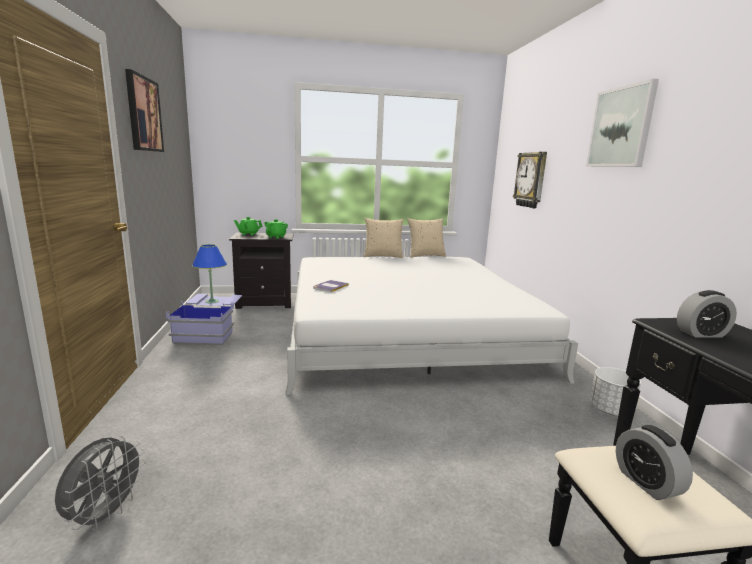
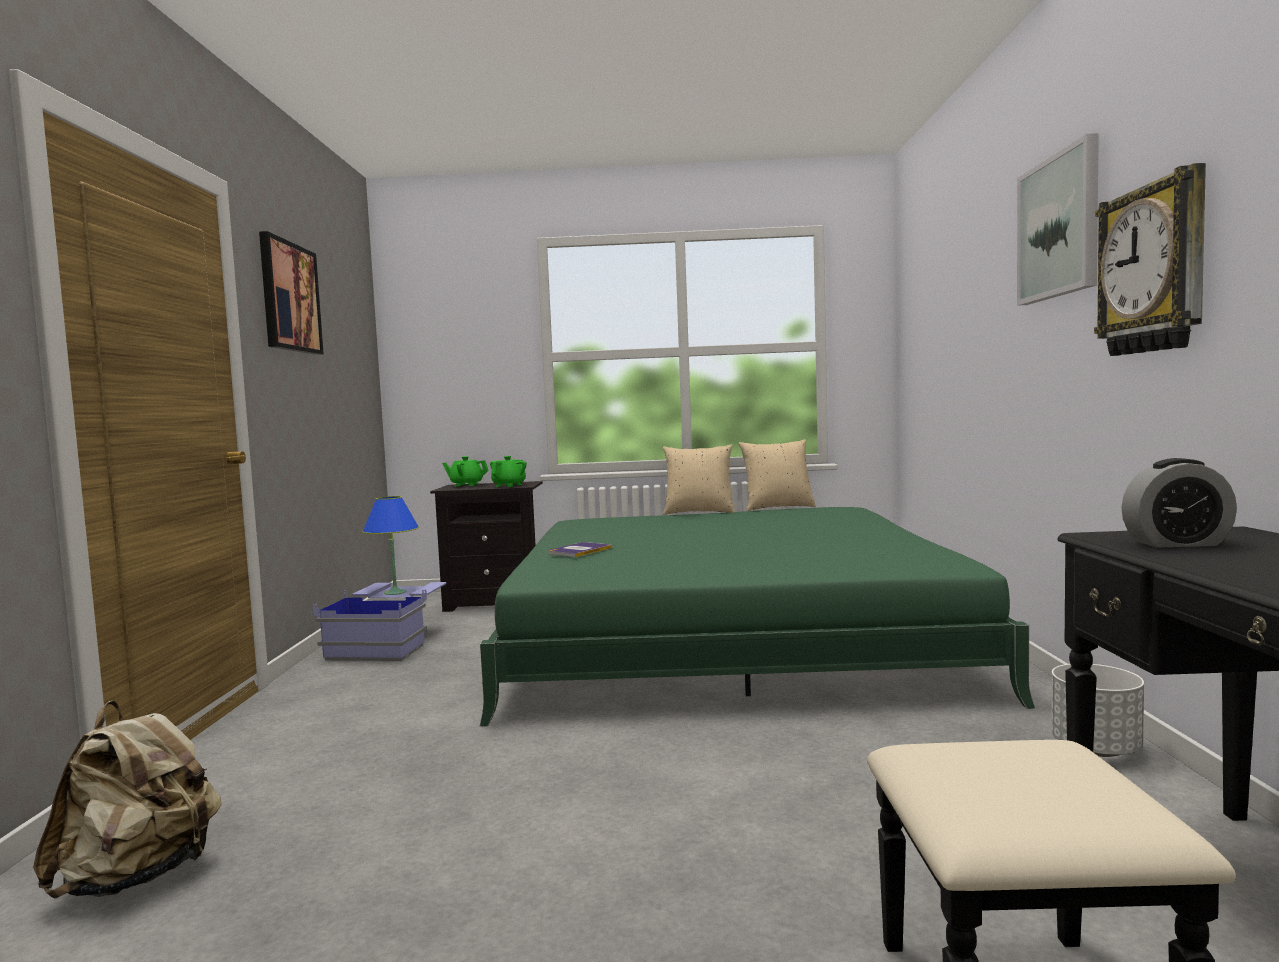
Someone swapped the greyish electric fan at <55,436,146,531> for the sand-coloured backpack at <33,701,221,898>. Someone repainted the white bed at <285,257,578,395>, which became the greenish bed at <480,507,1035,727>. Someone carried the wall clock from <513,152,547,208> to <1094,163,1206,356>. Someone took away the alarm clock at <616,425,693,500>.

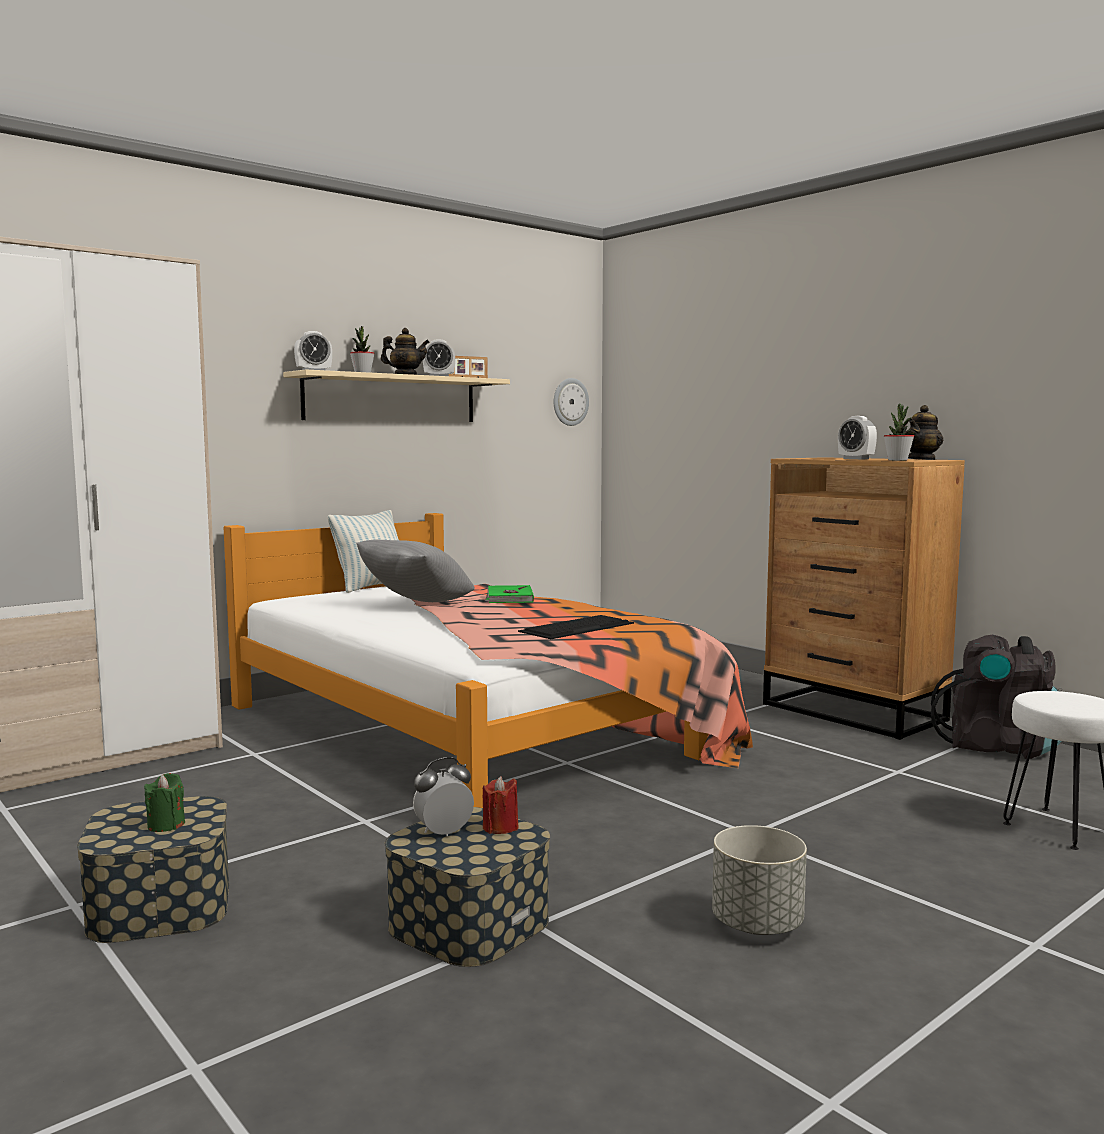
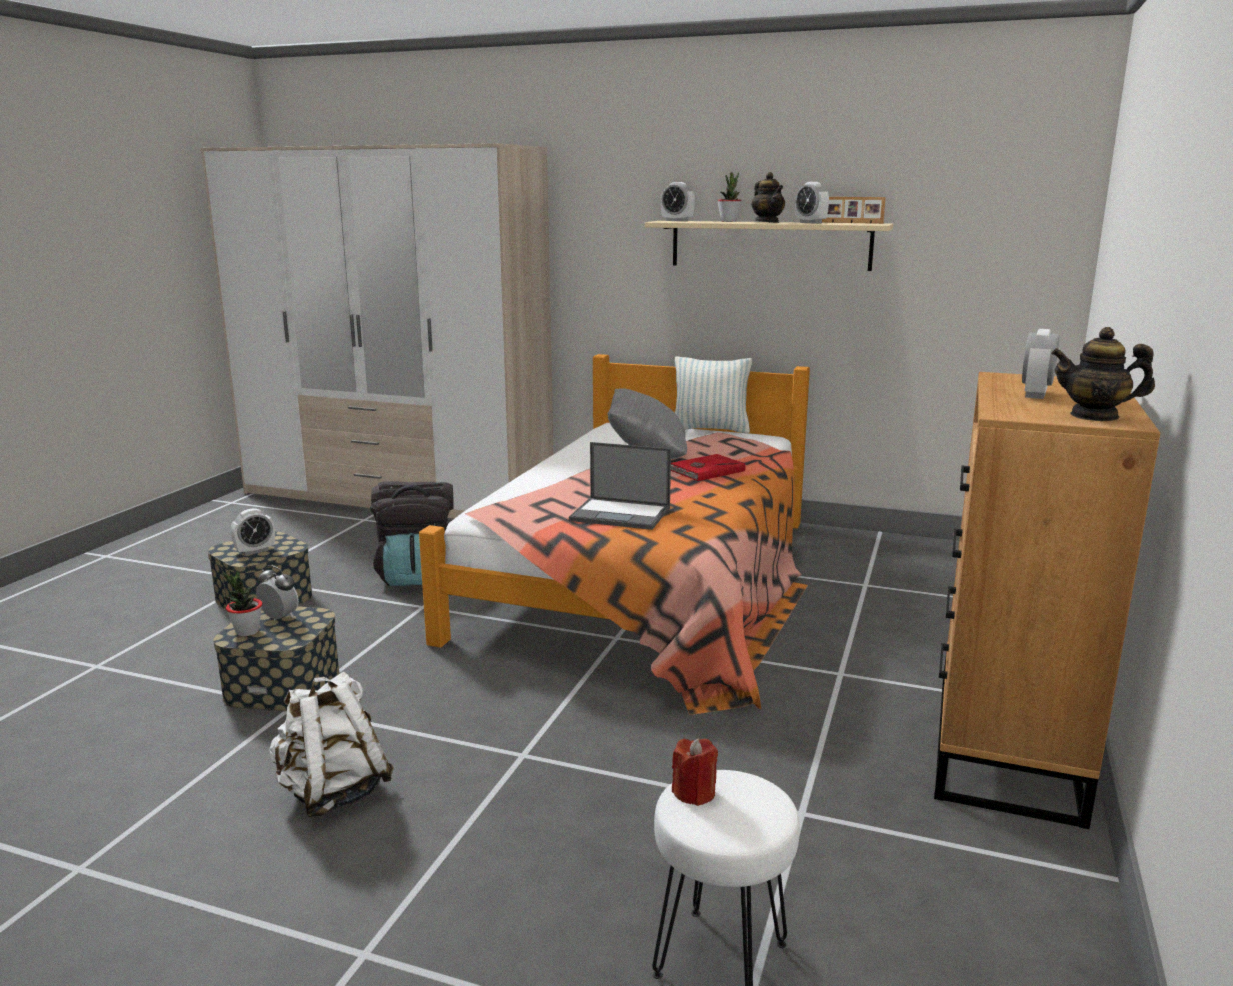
Someone swapped the greenish wax candle at <144,773,185,832> for the alarm clock at <231,508,275,555>. Someone carried the red wax candle from <482,776,519,834> to <672,739,718,806>. Someone repainted the greenish volume at <485,585,534,603>, which became the red volume at <671,454,746,481>. Someone swapped the computer keyboard at <518,615,634,639> for the laptop at <569,442,671,530>. Someone took away the wall clock at <554,378,589,426>. Someone swapped the greyish flower pot at <712,825,807,935> for the white backpack at <269,672,394,817>. Someone carried the potted plant from <884,404,914,461> to <223,571,262,637>. Someone carried the black backpack from <931,635,1062,759> to <370,481,454,586>.

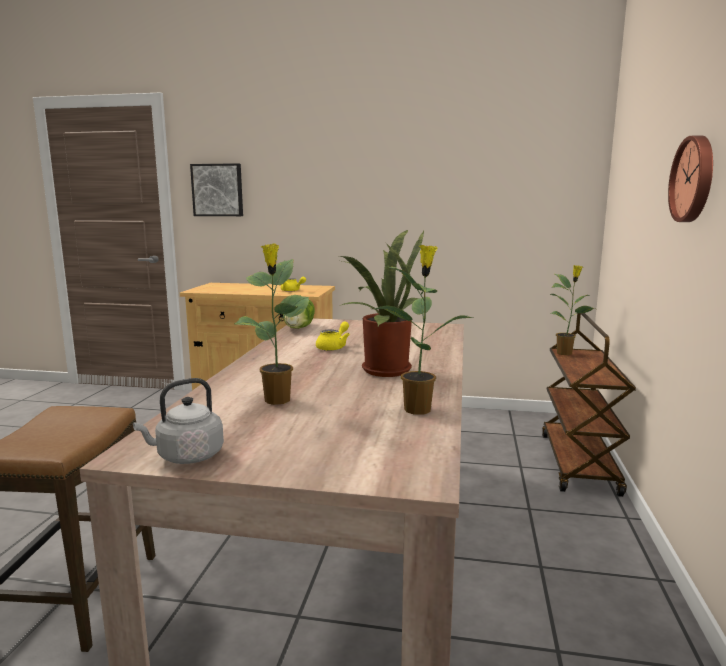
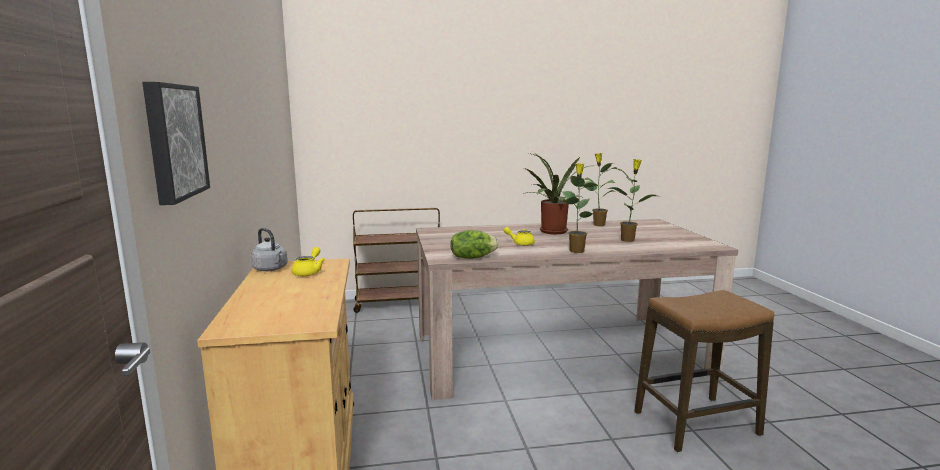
Someone carried the greyish water kettle from <133,378,224,464> to <251,228,288,271>. Someone carried the potted plant from <549,265,595,355> to <562,163,600,253>. Someone took away the wall clock at <668,135,713,222>.

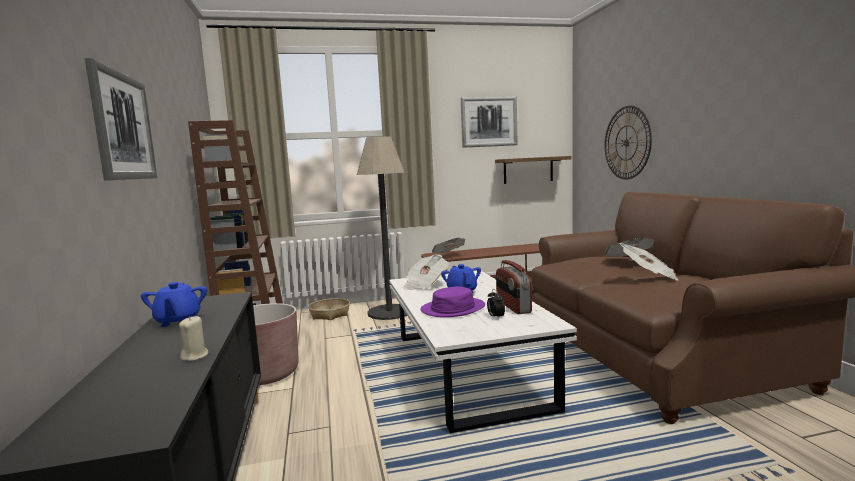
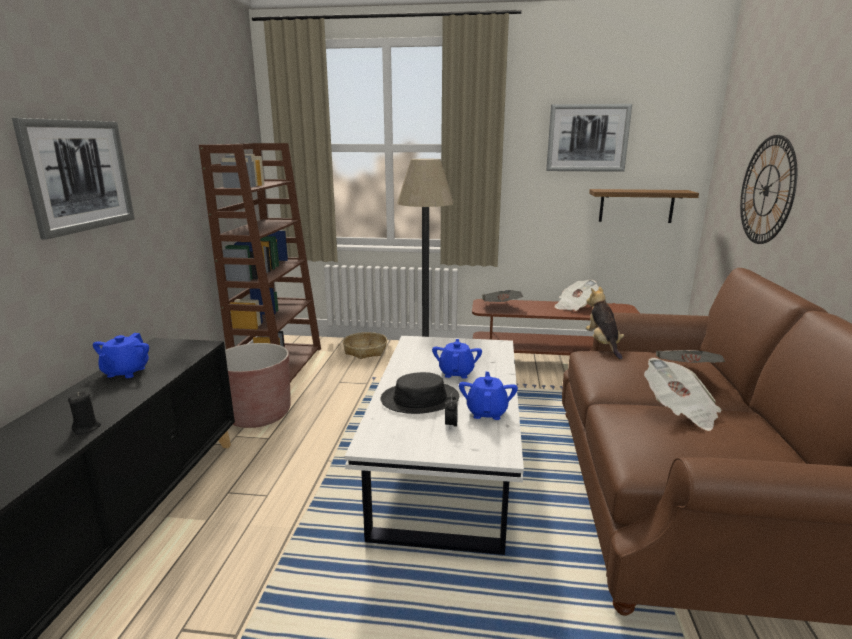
Someone repainted the sand-coloured wax candle at <179,316,209,361>, which became the black wax candle at <68,391,101,434>. Someone carried the printed paper from <403,254,449,290> to <554,280,599,311>. Someone repainted the purple hat at <420,287,485,317>, which became the black hat at <381,372,459,414>. Someone swapped the radio set at <496,260,532,314> for the bluish tea pot at <459,372,518,420>. Someone put down the soft toy at <586,286,624,360>.

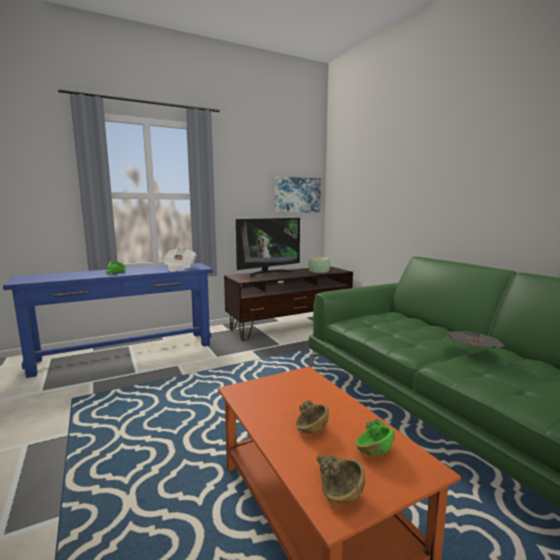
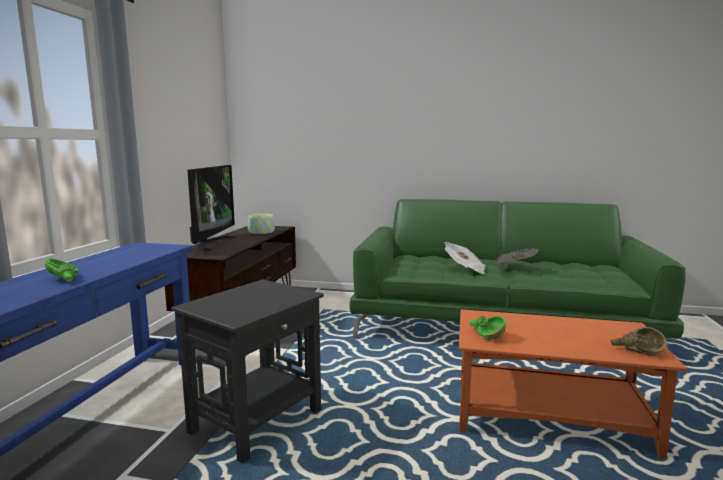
Someone carried the printed paper from <163,247,196,271> to <445,242,486,274>. Someone took away the wall art at <275,177,321,213>. Someone took away the brown deep dish at <296,400,329,434>. Someone carried the greenish deep dish from <356,419,395,456> to <470,316,506,340>. Someone put down the black side table at <171,279,324,464>.

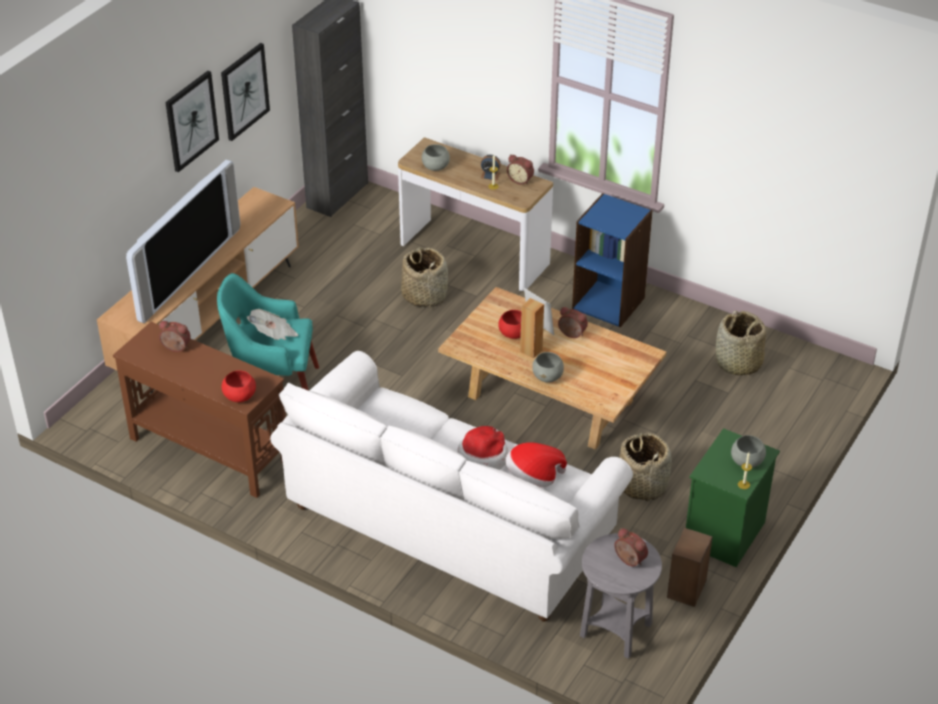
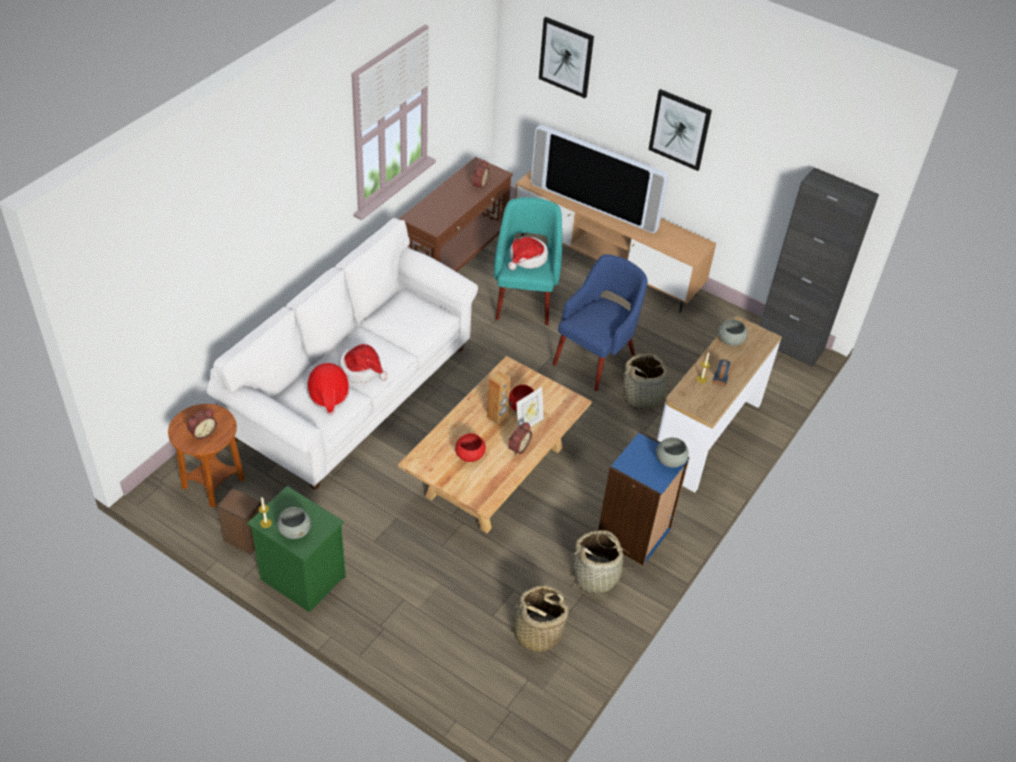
Someone carried the wall art from <221,43,270,141> to <539,17,594,98>. Someone carried the red deep dish from <222,371,256,402> to <455,433,486,462>. Someone swapped the printed paper at <247,309,298,340> for the hat at <508,237,548,270>. Someone took away the alarm clock at <507,155,534,185>. Someone carried the greyish deep dish from <532,352,564,383> to <656,437,689,468>. Someone repainted the greyish side table at <580,533,662,659>, which became the brown side table at <168,404,245,508>. Someone carried the basket from <619,432,672,502> to <567,530,632,594>. Someone put down the bluish lounge chair at <553,254,648,391>.

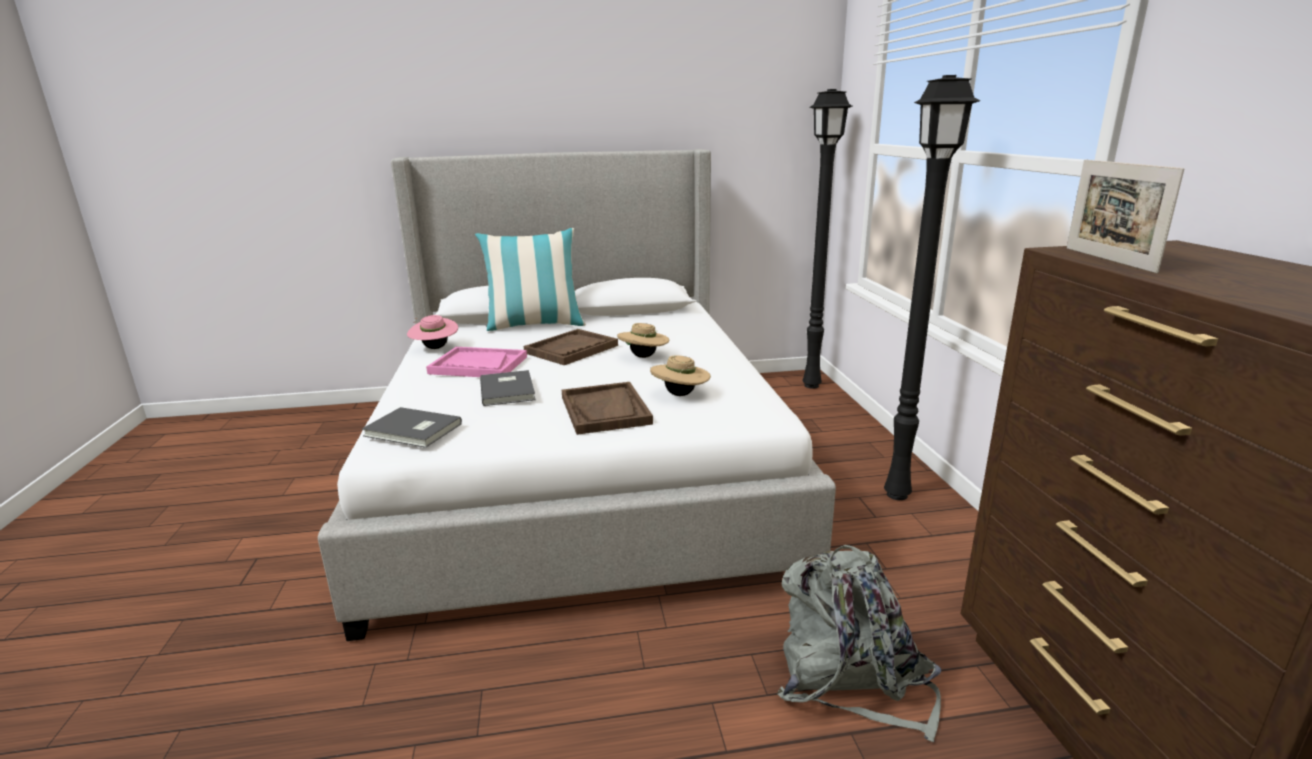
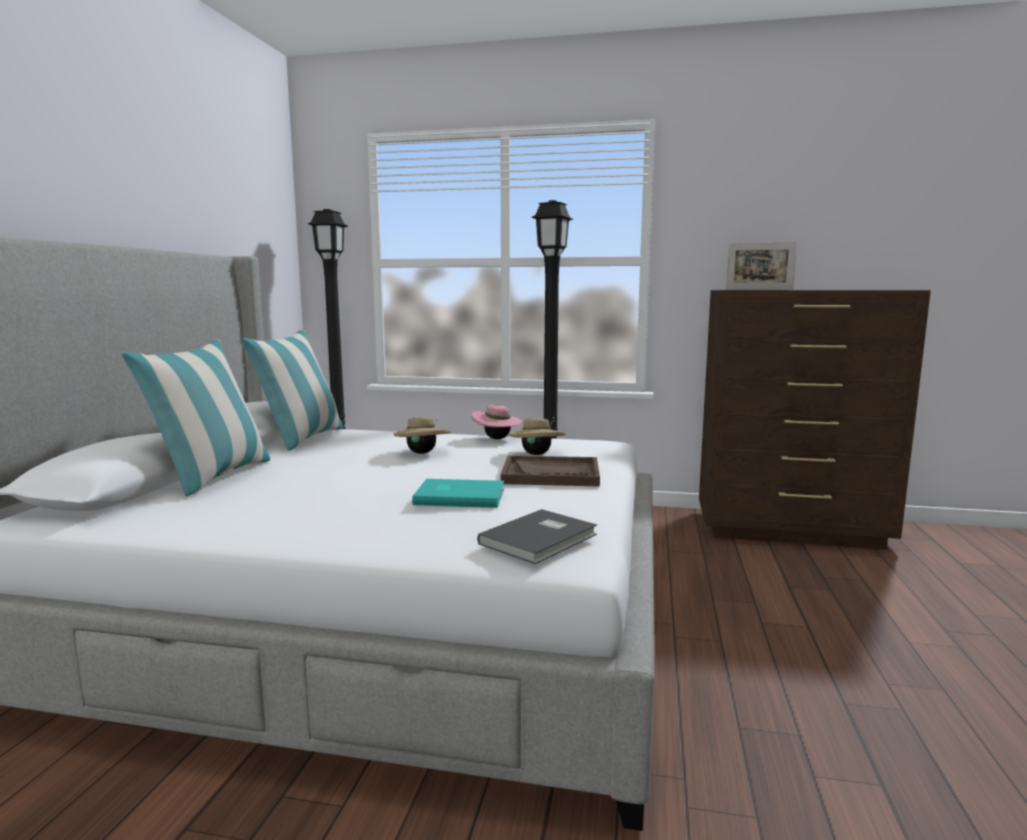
Someone carried the pinkish hat from <407,315,458,349> to <471,405,522,439>. Someone took away the pinkish carrying tray at <426,347,527,377>. Someone repainted the greyish volume at <480,370,535,406>, which became the turquoise-coloured volume at <412,479,504,508>. Someone took away the brown carrying tray at <524,329,618,365>. Someone took away the greyish backpack at <777,545,941,742>. Someone put down the pillow at <241,330,343,451>.

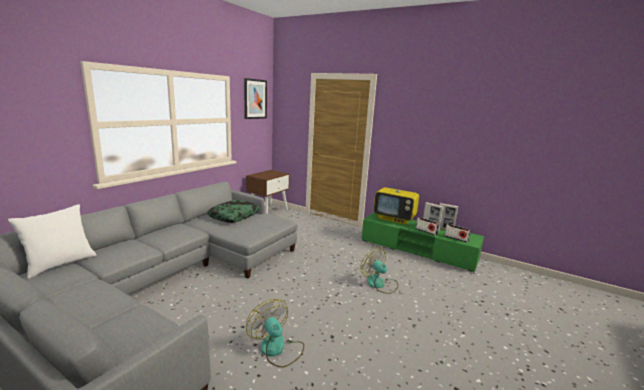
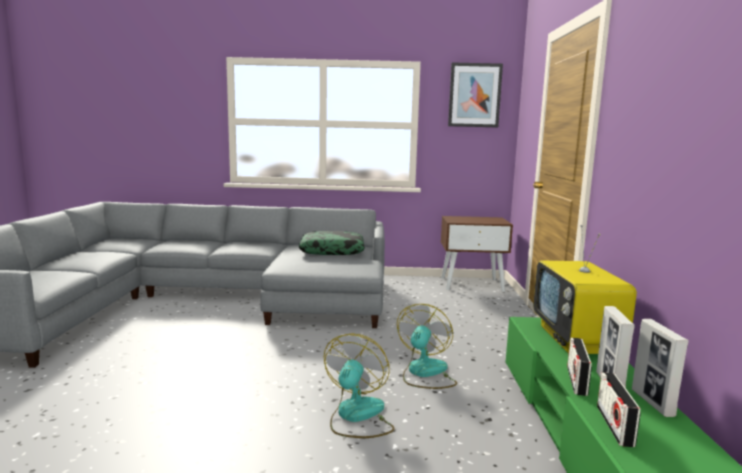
Someone took away the white pillow at <8,204,96,279>. Someone carried the electric fan from <246,299,304,368> to <397,304,457,389>.

